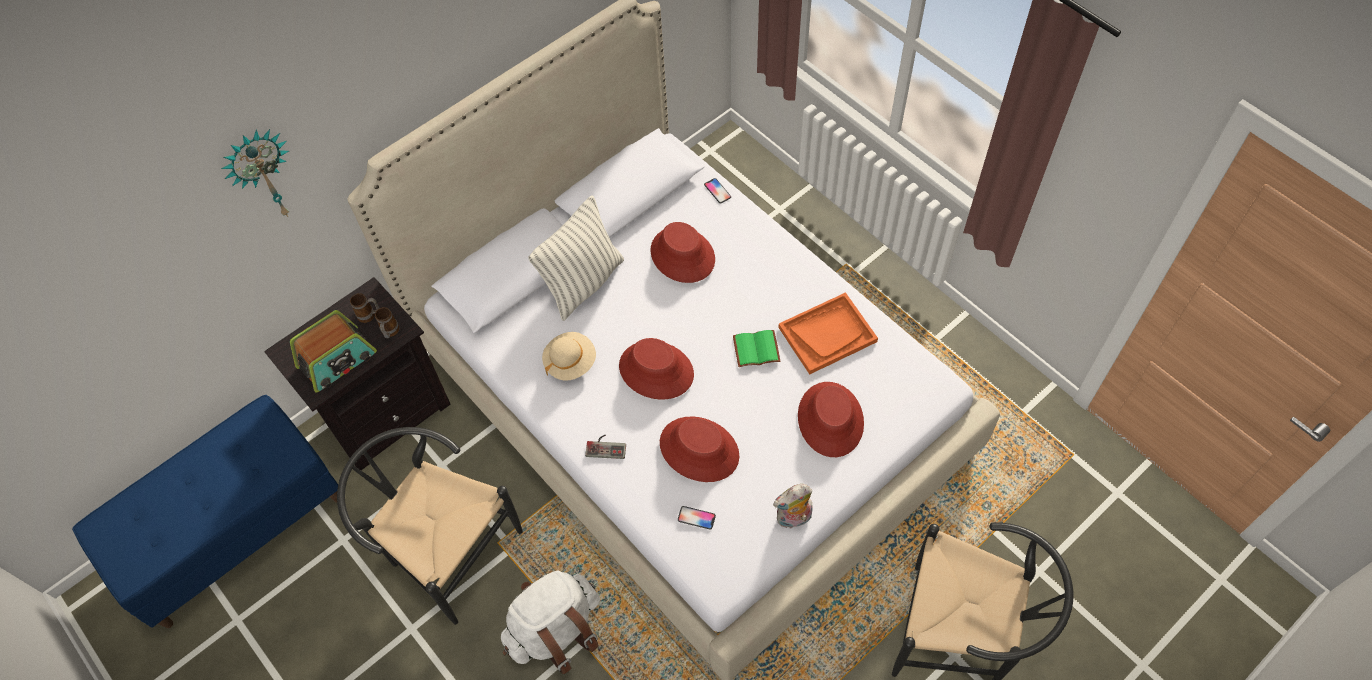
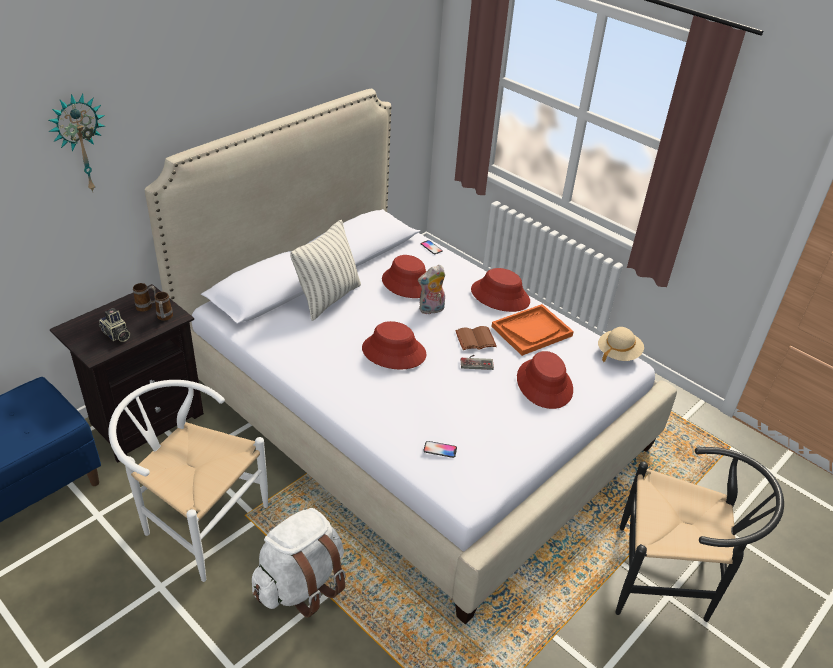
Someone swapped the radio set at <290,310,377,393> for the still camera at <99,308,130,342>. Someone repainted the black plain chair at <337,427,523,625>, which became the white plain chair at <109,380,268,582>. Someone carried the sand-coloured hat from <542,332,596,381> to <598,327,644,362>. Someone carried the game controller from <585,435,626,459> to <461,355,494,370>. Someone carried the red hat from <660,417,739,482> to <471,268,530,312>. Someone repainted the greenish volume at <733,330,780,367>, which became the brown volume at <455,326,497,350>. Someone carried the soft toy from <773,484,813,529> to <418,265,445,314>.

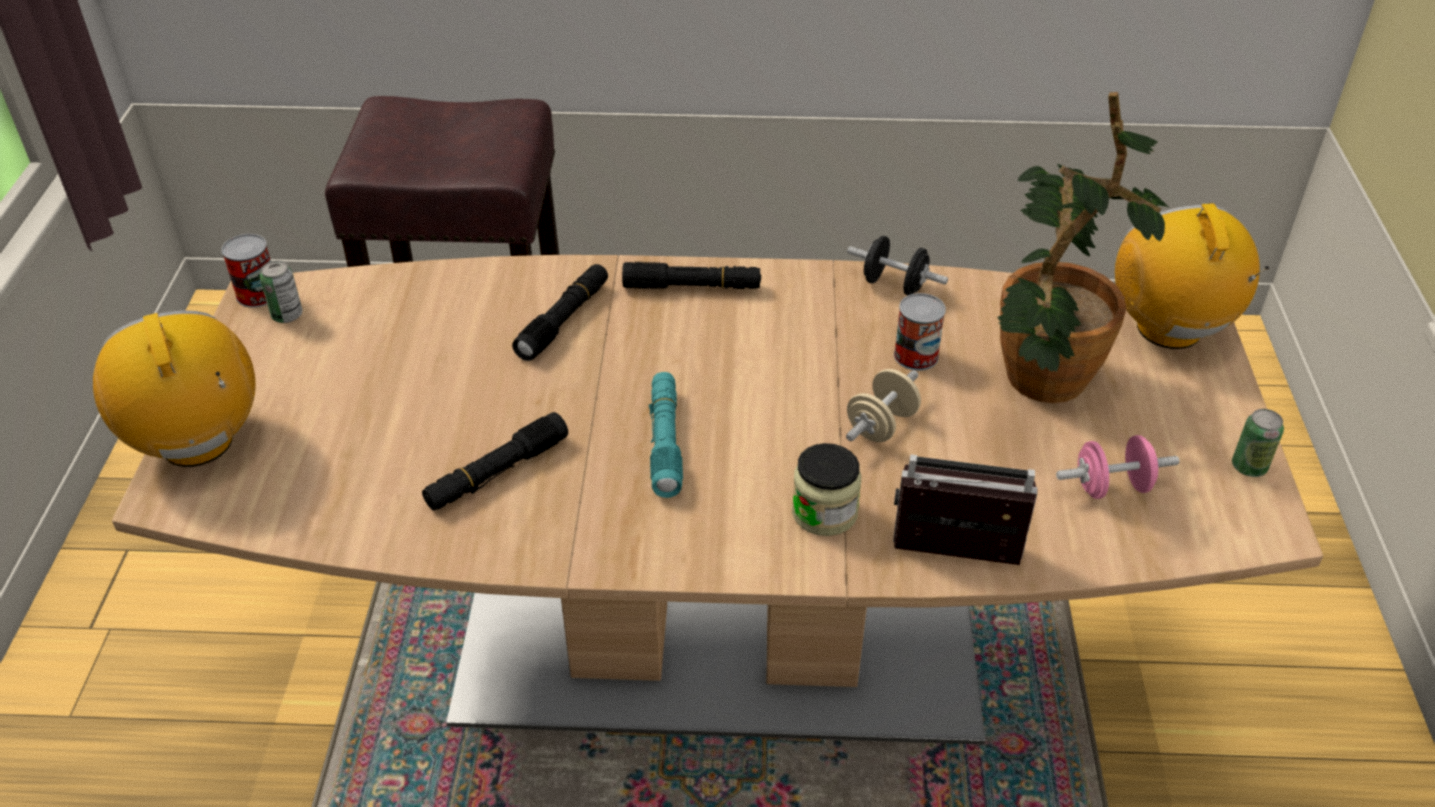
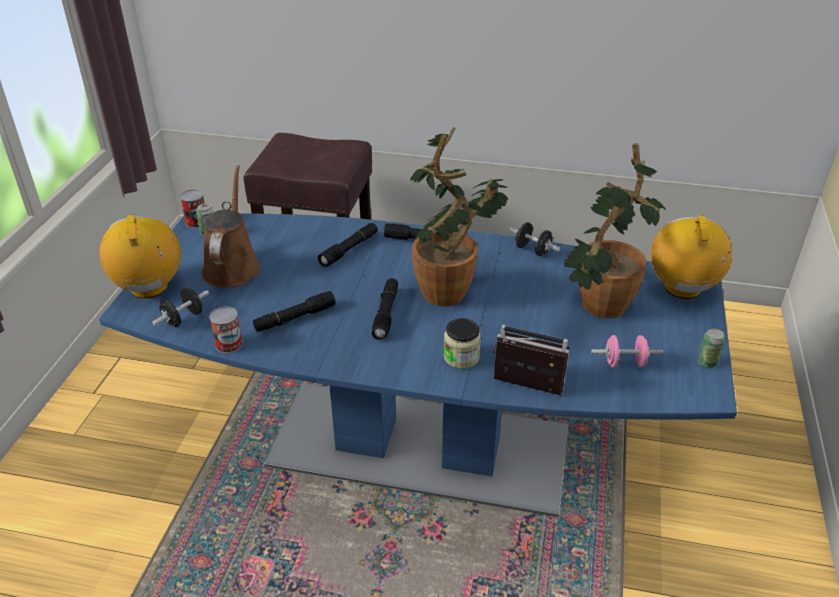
Someone repainted the brown kitchen table at <112,255,1323,744>, which became the bluish kitchen table at <99,213,737,517>. Someone repainted the turquoise-coloured hand torch at <649,372,683,498>, which became the black hand torch at <372,278,398,340>. Someone took away the sand-coloured hand weight at <846,369,921,442>. Someone carried the metal can from <894,293,946,371> to <209,307,243,353>. Someone put down the black hand weight at <152,288,209,327>. Someone put down the brown watering can at <201,165,260,288>. Someone put down the potted plant at <410,127,508,307>.

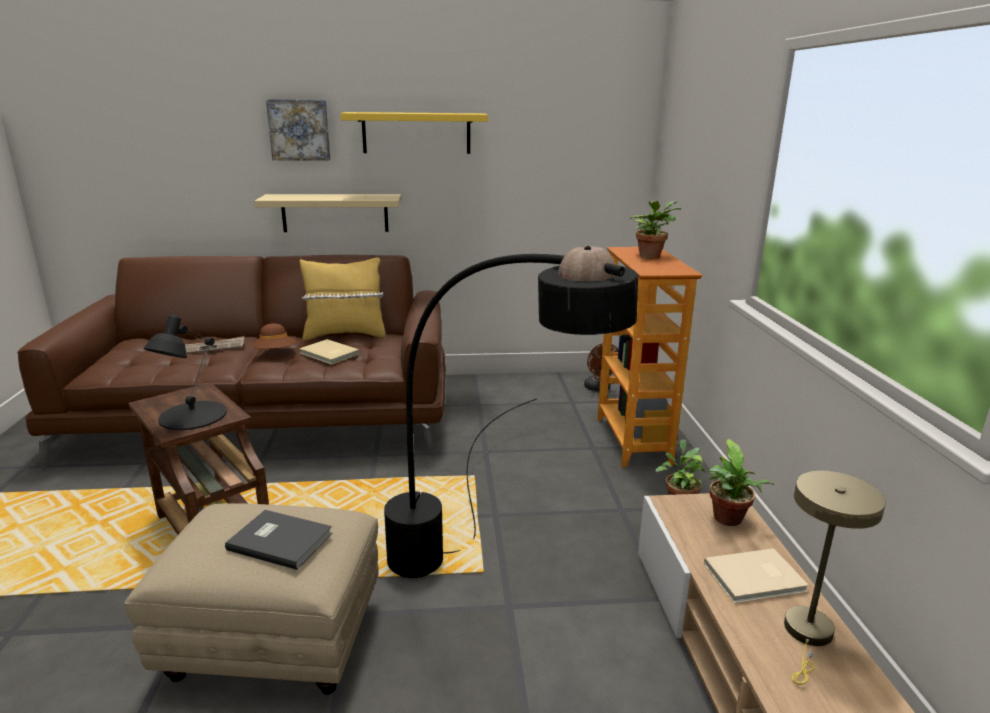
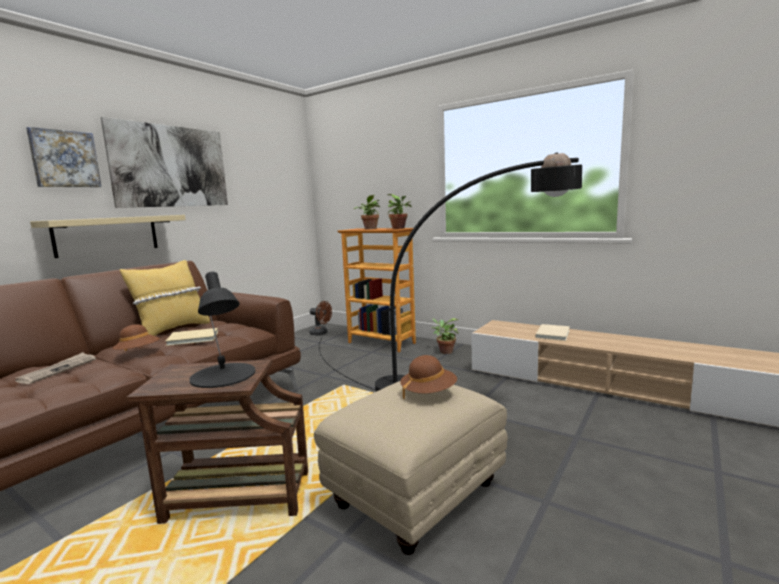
Someone swapped the greyish volume at <225,510,332,570> for the brown hat at <400,355,457,399>. Someone swapped the yellowish shelf at <340,112,488,154> for the wall art at <101,117,228,208>. Someone carried the potted plant from <709,439,774,526> to <387,194,411,229>. Someone took away the sand-coloured lamp for a table at <784,471,886,685>.

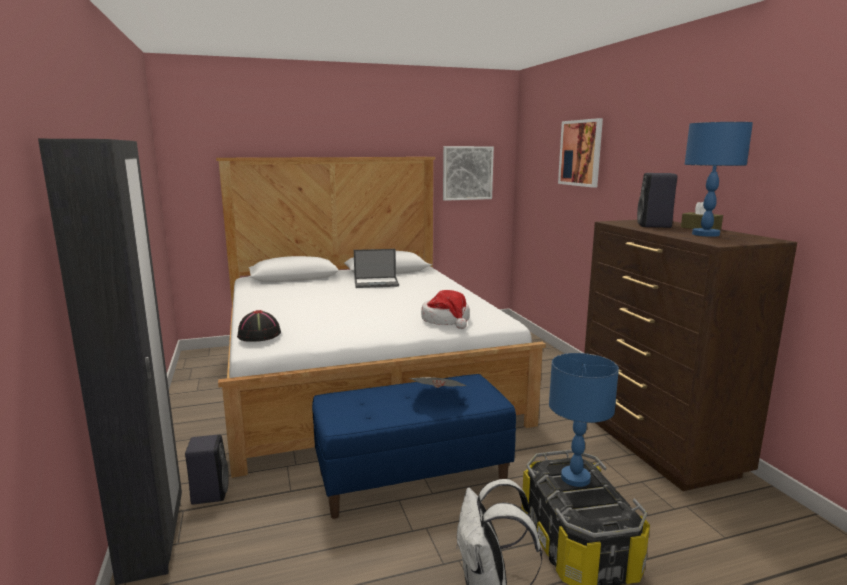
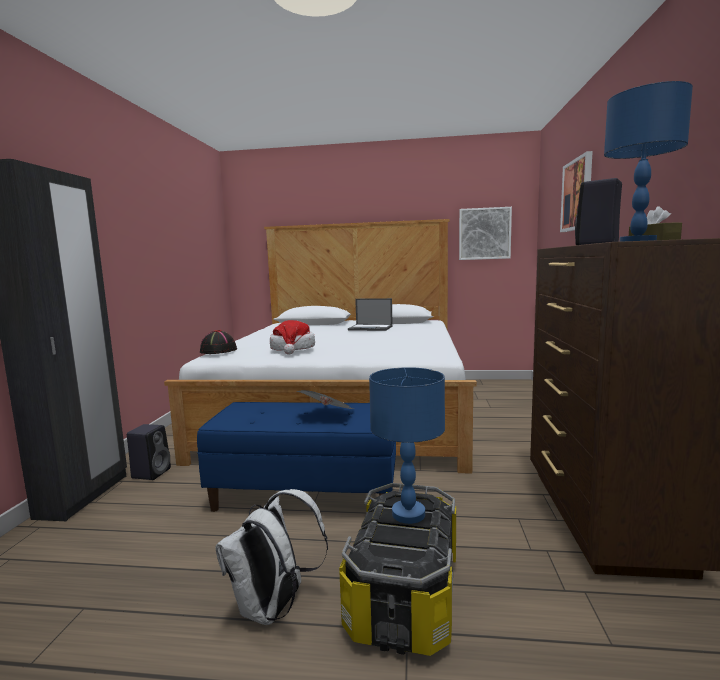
Someone carried the hat from <421,290,470,329> to <270,320,315,354>.

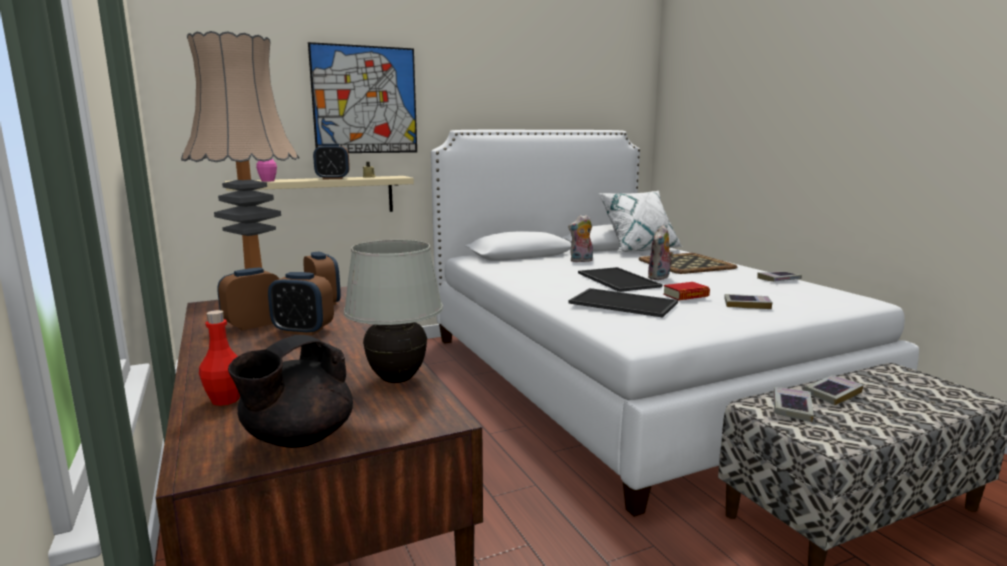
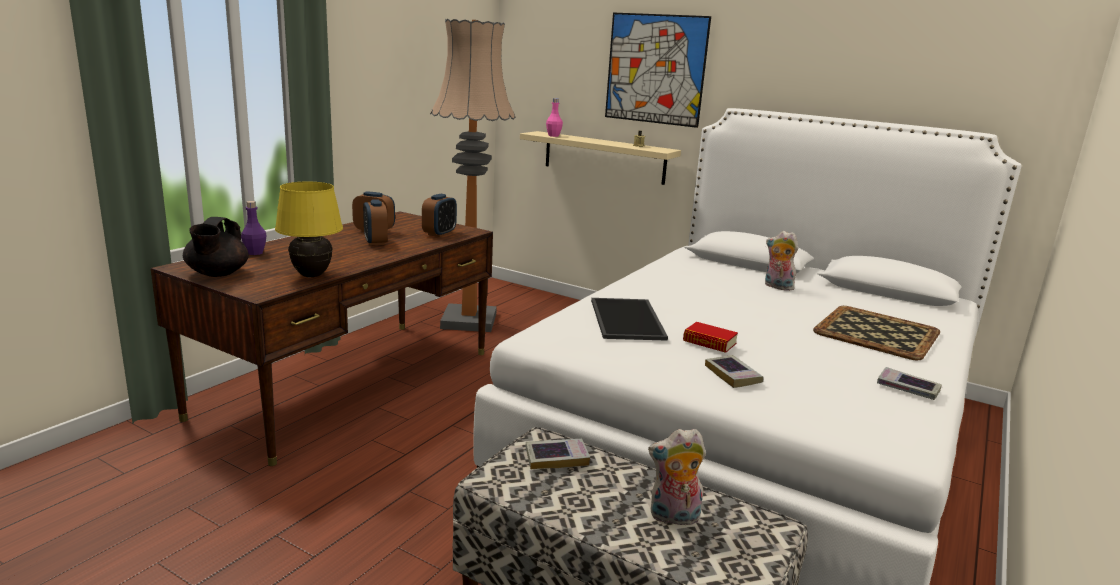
Someone repainted the red drink bottle at <199,310,240,406>, which became the purple drink bottle at <241,201,266,255>. Someone rotated the black tea pot at <228,335,353,448> by 90 degrees counterclockwise. Someone took away the alarm clock at <313,143,350,179>. Someone repainted the white lamp for a table at <344,240,443,383>, which became the yellowish lamp for a table at <275,182,343,277>. Someone took away the carrying tray at <578,267,662,292>. Someone took away the white pillow at <598,191,682,252>. Someone carried the soft toy from <648,225,674,280> to <648,429,706,525>. Someone took away the volume at <804,375,864,405>.

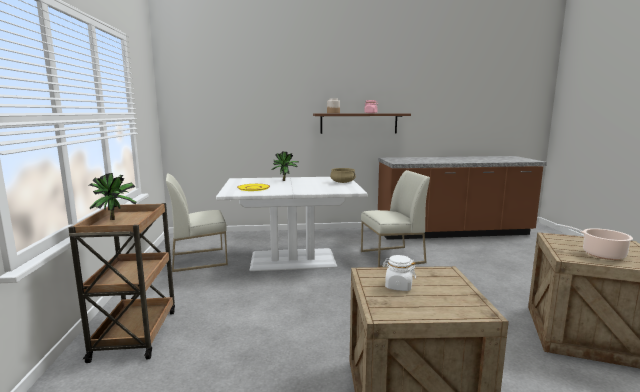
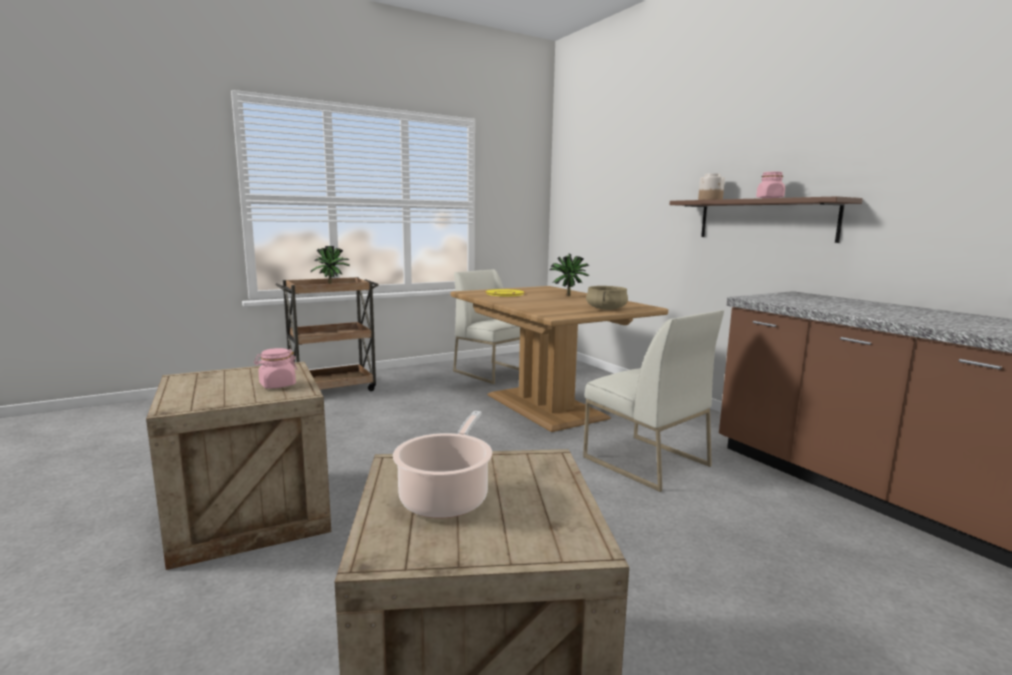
Someone repainted the white kitchen table at <216,177,368,271>, which became the brown kitchen table at <451,286,668,432>. Someone took away the white storage jar at <382,255,416,291>. Someone put down the pinkish storage jar at <254,348,298,389>.

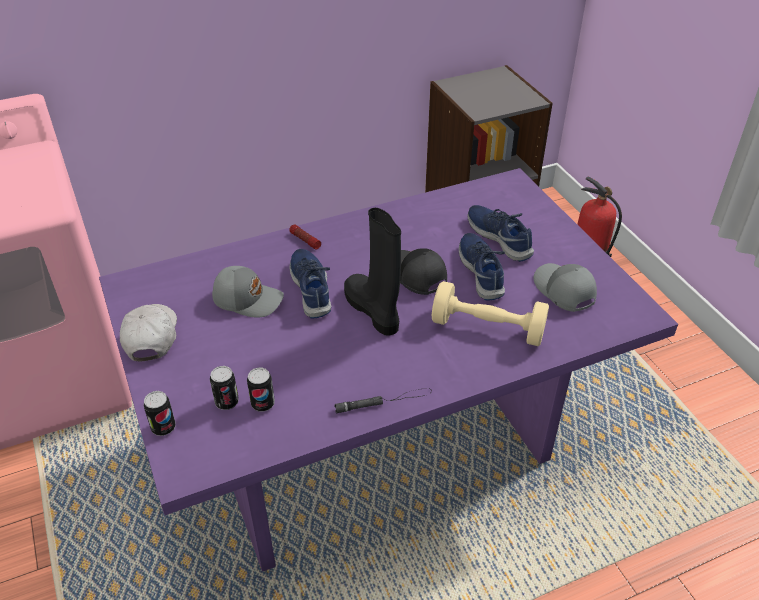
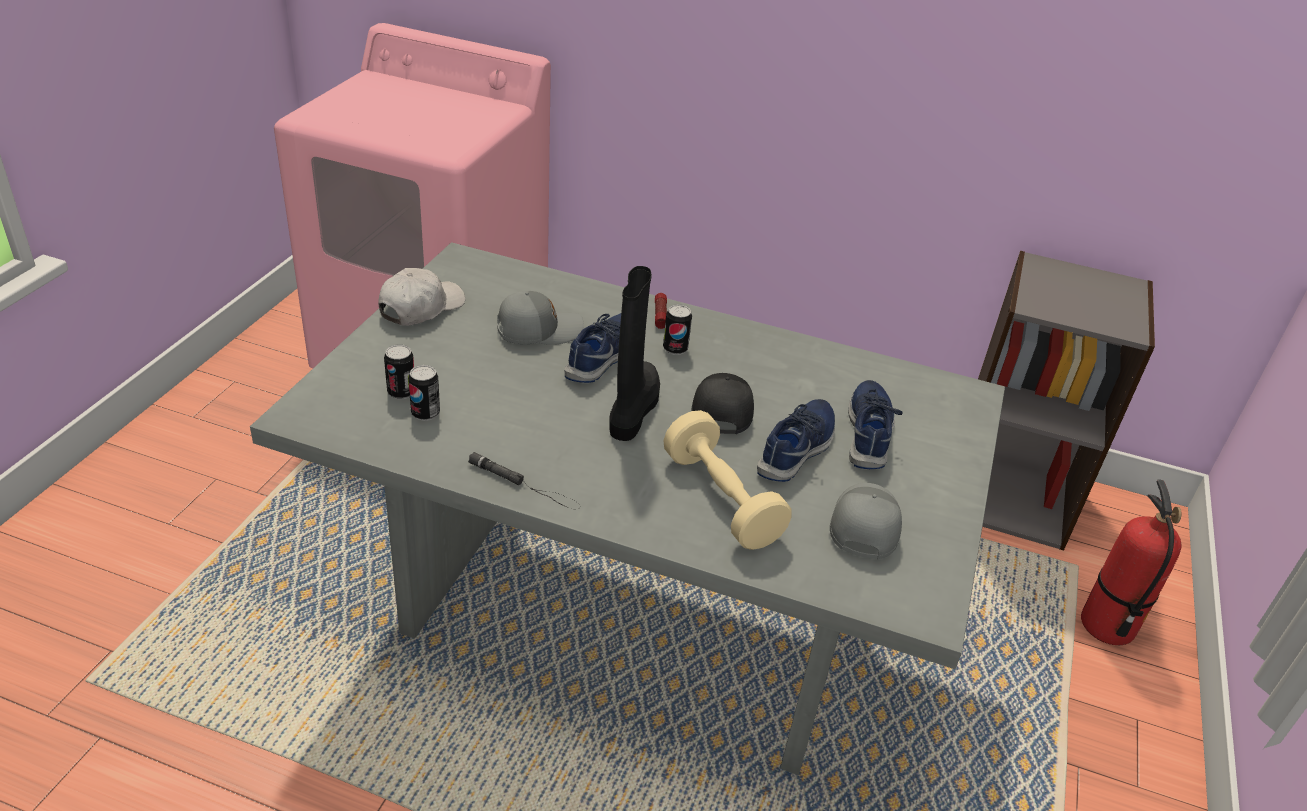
Someone repainted the purple kitchen table at <99,168,678,572>, which became the greyish kitchen table at <250,242,1005,775>. Someone carried the metal can from <144,391,176,436> to <663,304,692,355>. Someone rotated the greyish peaked cap at <212,266,284,318> by 75 degrees counterclockwise.

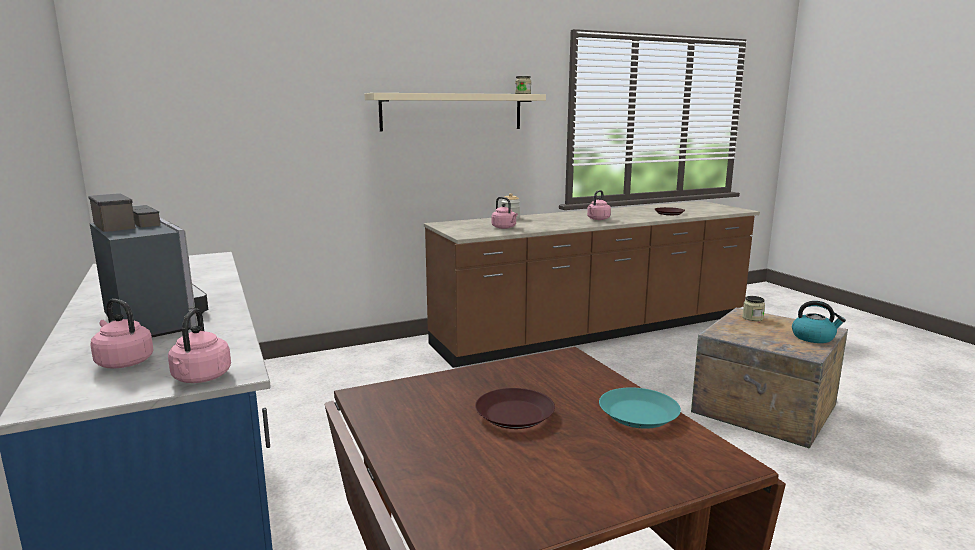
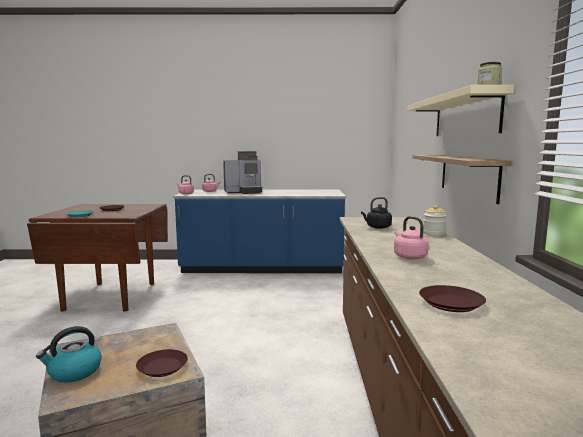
Someone repainted the pinkish water kettle at <492,197,518,229>, which became the black water kettle at <361,197,392,229>. Someone swapped the storage jar at <742,296,765,321> for the brown dinner plate at <136,349,188,377>. Someone put up the shelf at <412,155,511,204>.

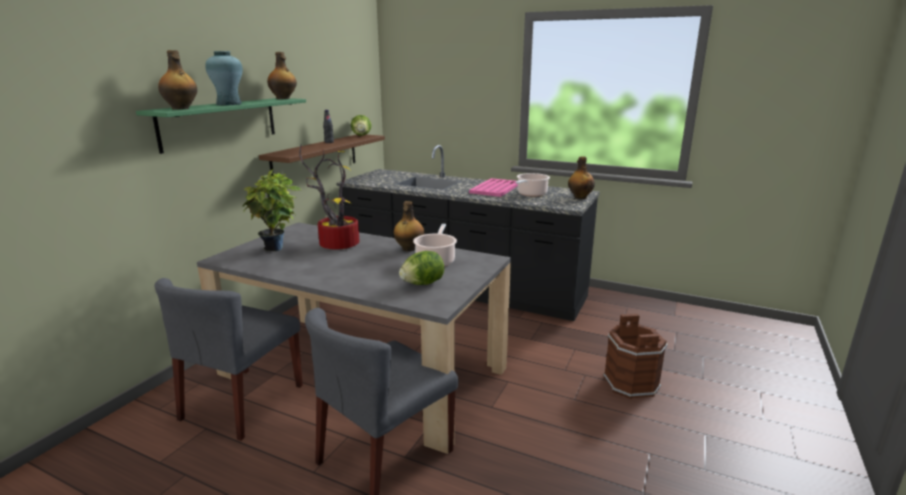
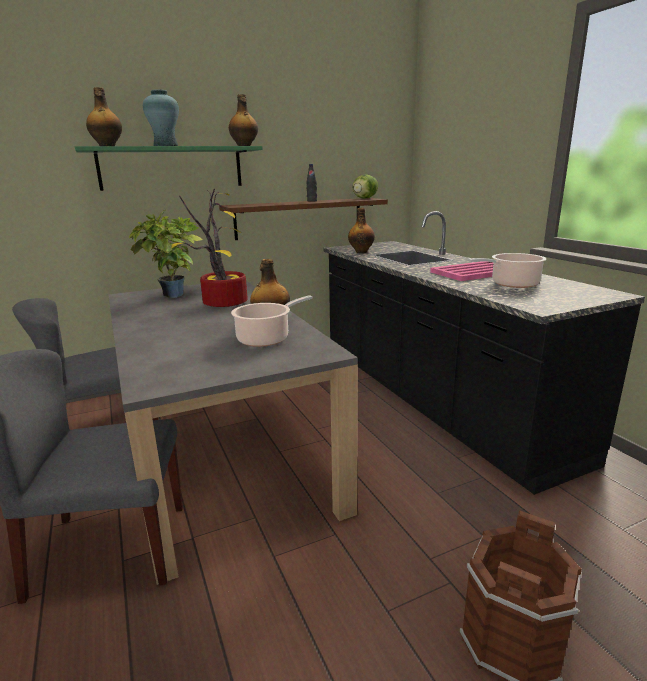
Someone took away the lettuce head at <399,251,444,285>. Someone carried the drink bottle from <568,156,595,199> to <348,208,375,253>.

